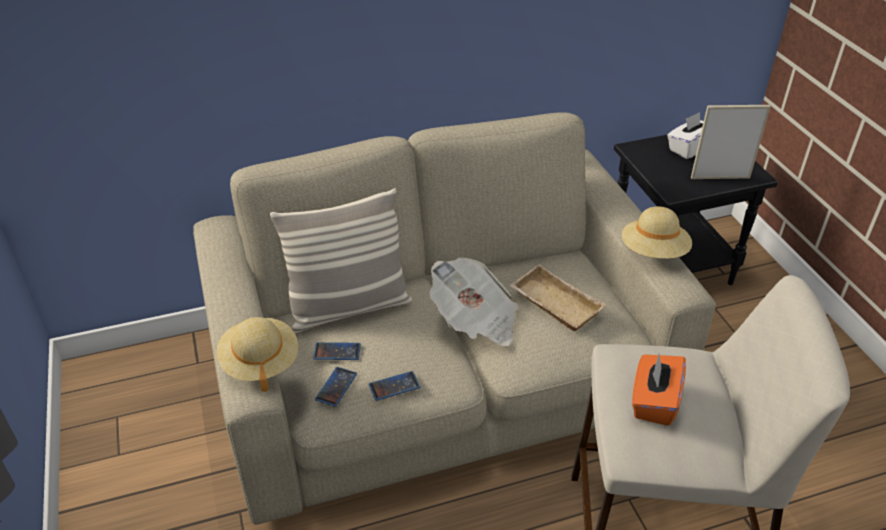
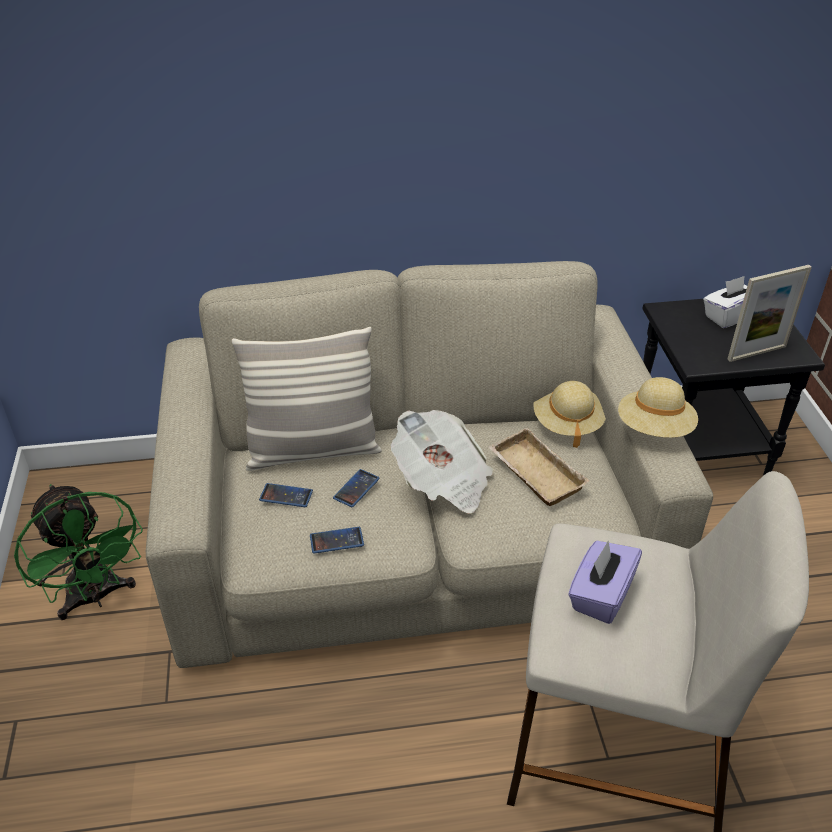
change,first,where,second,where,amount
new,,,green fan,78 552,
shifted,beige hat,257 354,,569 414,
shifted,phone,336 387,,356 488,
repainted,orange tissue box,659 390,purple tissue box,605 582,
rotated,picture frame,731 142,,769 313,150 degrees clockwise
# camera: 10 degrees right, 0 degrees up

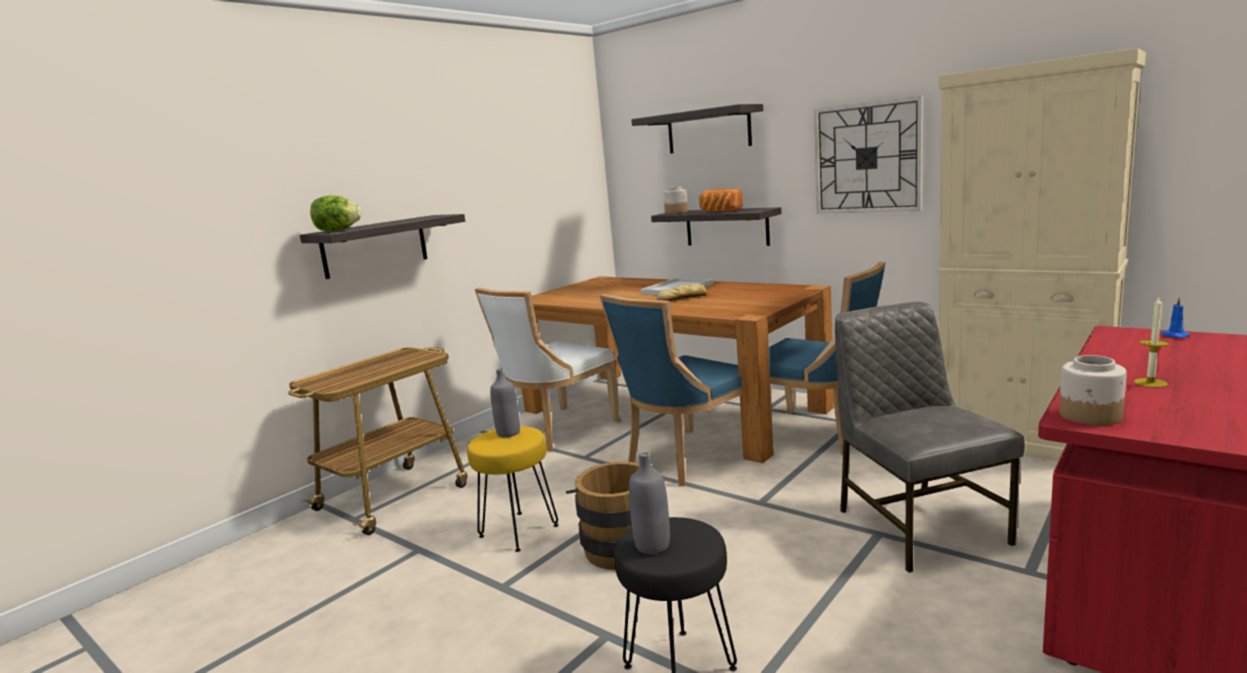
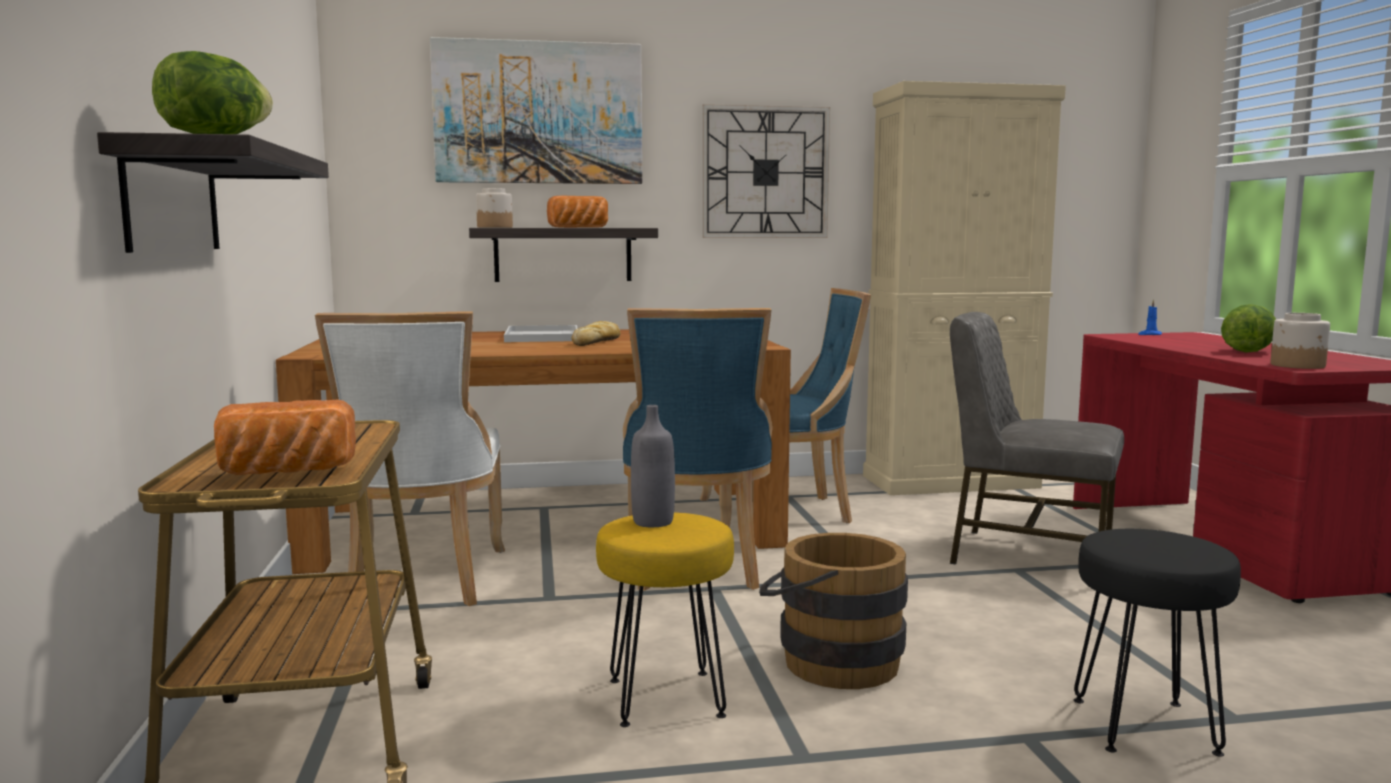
change,first,where,second,where,amount
gone,grey bottle,649 503,,,
new,,,bread,285 437,
swapped,shelf,697 129,picture,536 110,
swapped,candle,1151 342,lettuce,1248 328,
# camera: 50 degrees left, 5 degrees down

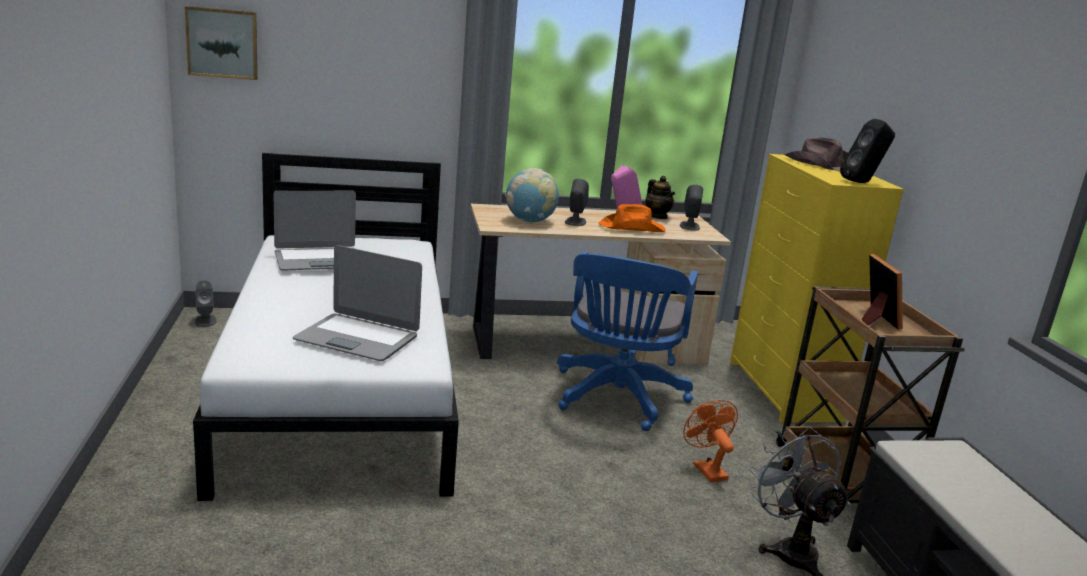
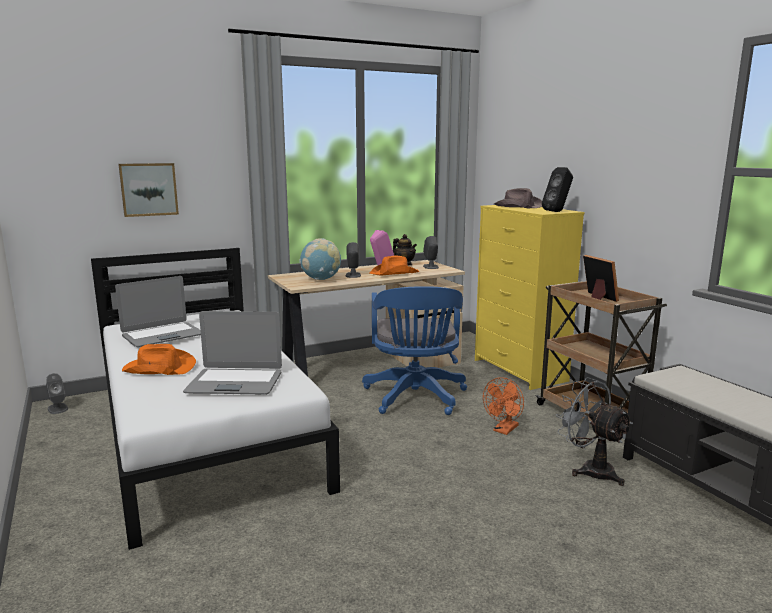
change,first,where,second,where,amount
new,,,orange hat,159 359,
shifted,picture,221 43,,148 190,
rotated,orange fan,710 441,,503 406,105 degrees counterclockwise
# camera: 15 degrees left, 5 degrees down

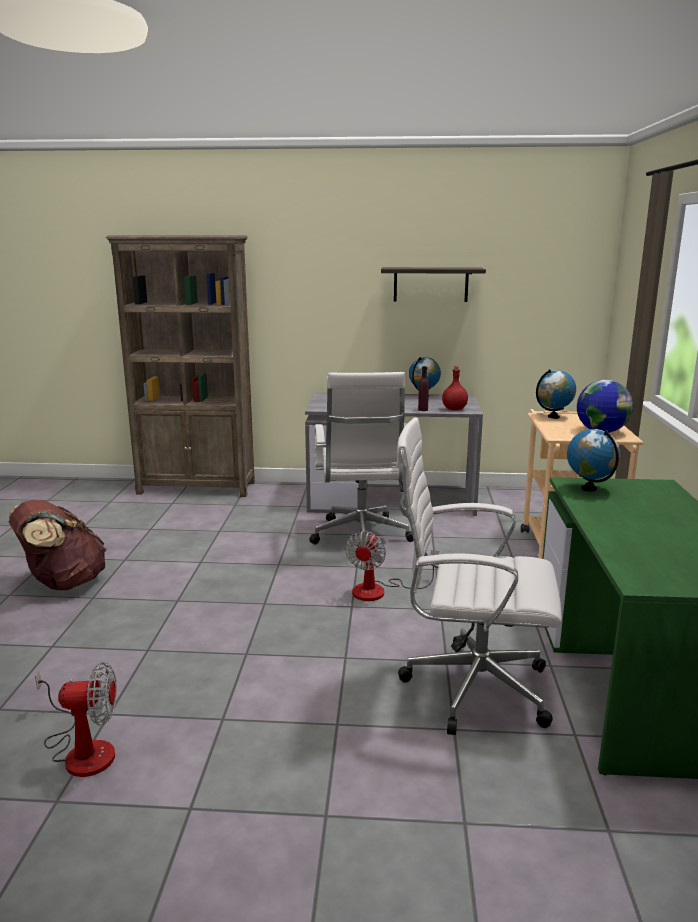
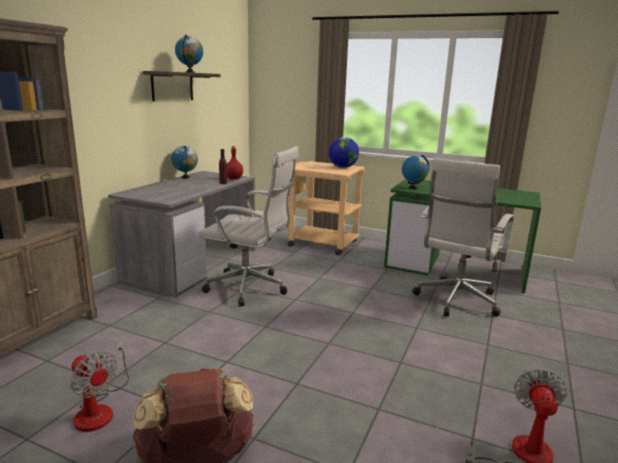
change,first,where,second,where,amount
shifted,fan,392 566,,99 386,
shifted,globe,556 394,,189 53,
# camera: 70 degrees left, 0 degrees up

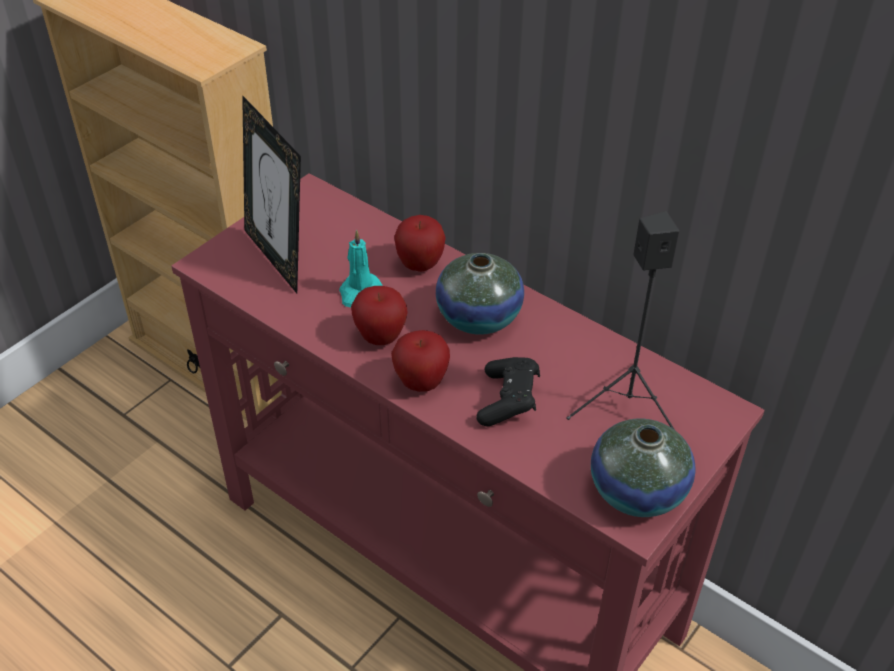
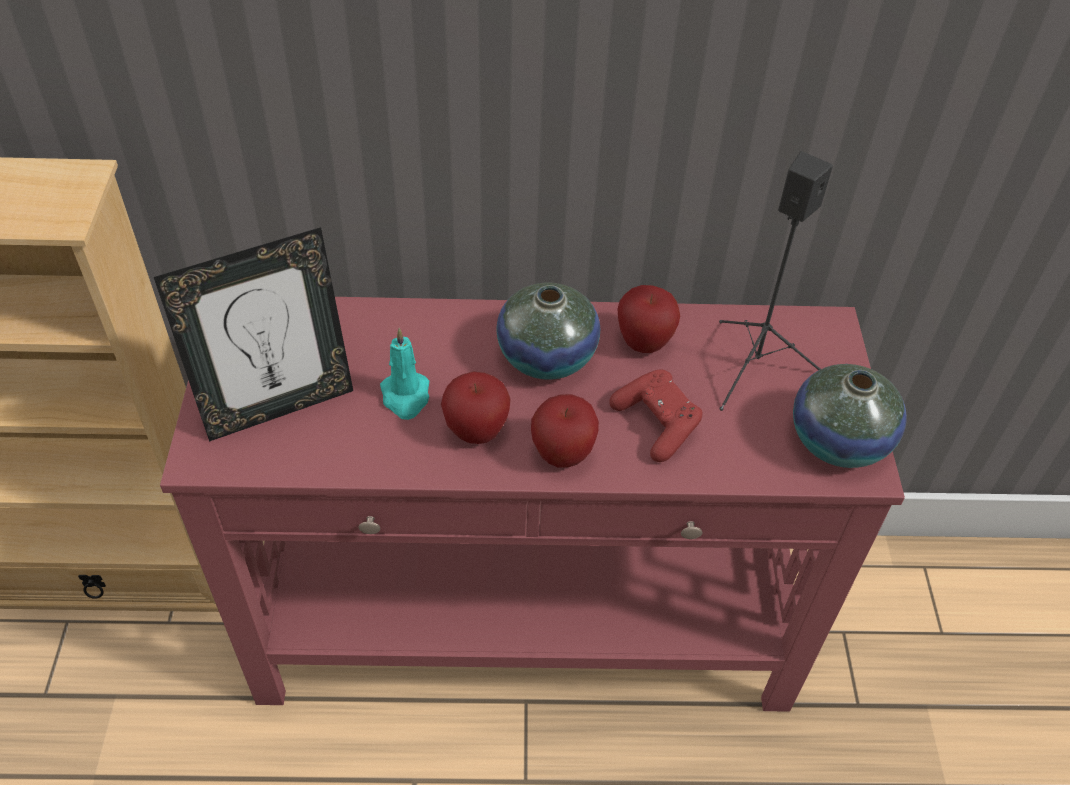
change,first,where,second,where,amount
shifted,apple,420 243,,648 319,
repainted,black game controller,508 391,red game controller,655 416,
rotated,picture frame,271 194,,253 334,45 degrees counterclockwise
# camera: 40 degrees left, 5 degrees up

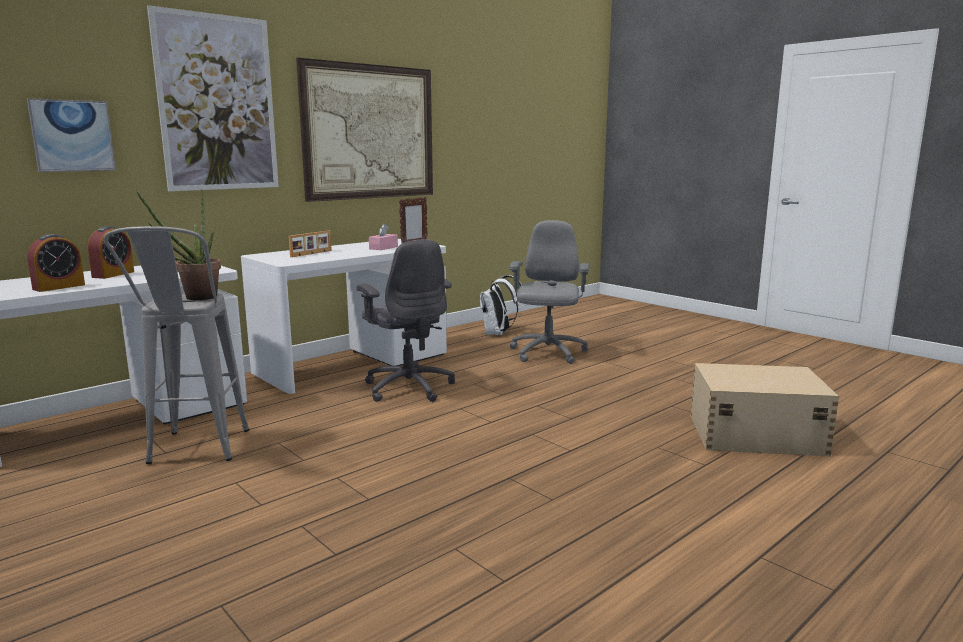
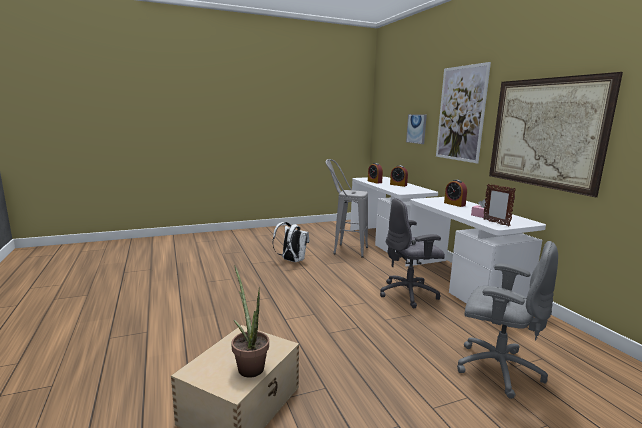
change,first,where,second,where,amount
shifted,potted plant,178 245,,250 321,
shifted,white backpack,503 305,,290 242,
swapped,picture frame,310 243,alarm clock,455 193,
# camera: 110 degrees right, 0 degrees up

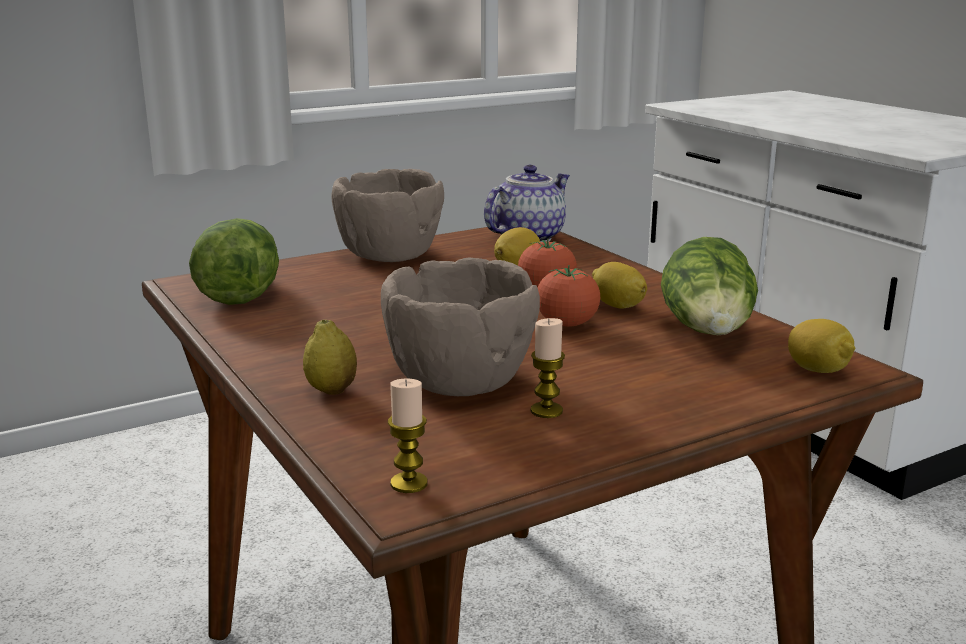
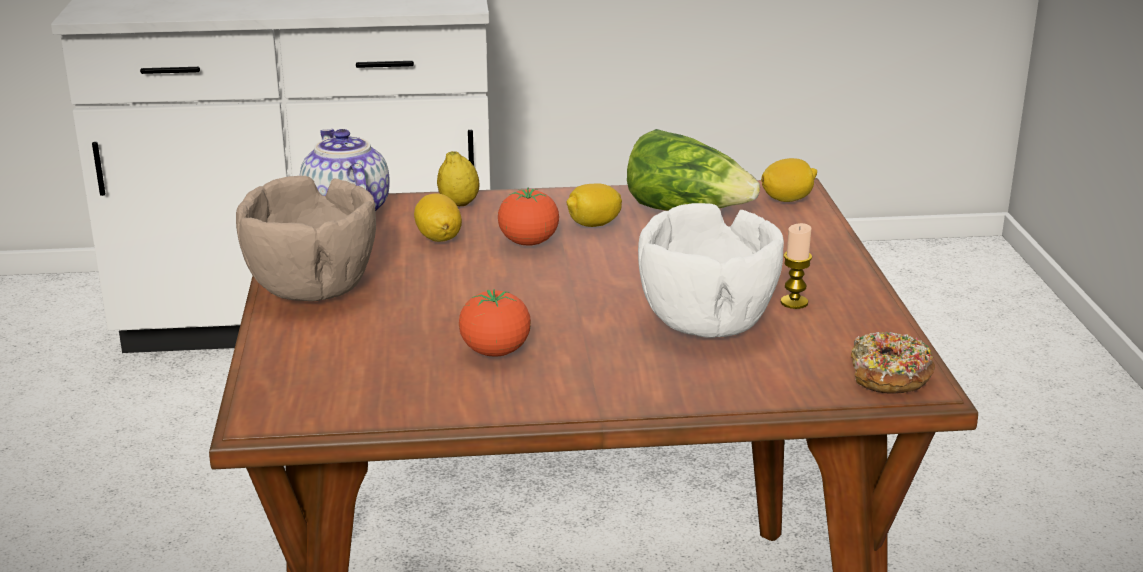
change,first,where,second,where,amount
gone,lettuce,234 261,,,
shifted,lemon,330 357,,458 178,
shifted,tomato,569 296,,495 323,
swapped,candle,408 436,donut,893 363,
repainted,brown bowl,460 326,white bowl,711 270,
# camera: 65 degrees left, 5 degrees up

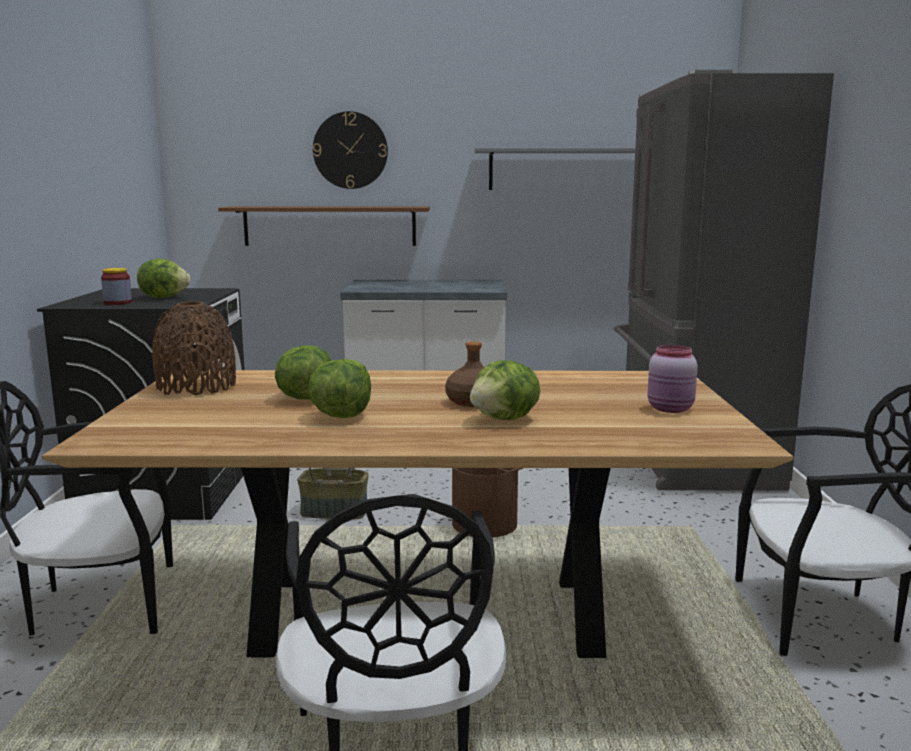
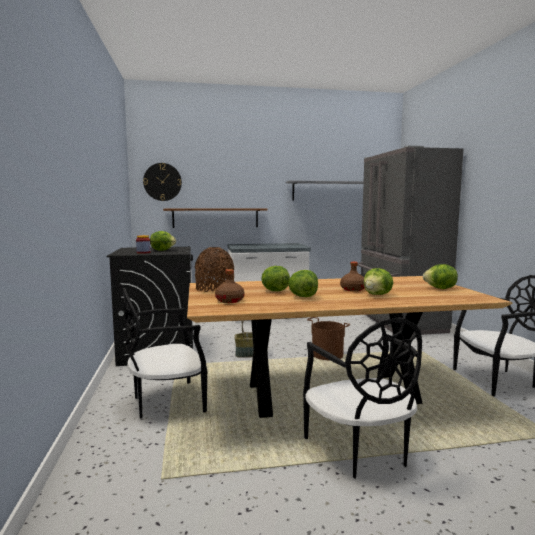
change,first,where,second,where,amount
new,,,brown bottle,230 286,
shifted,wall clock,350 150,,162 182,
swapped,pink jar,672 379,lettuce,440 276,
# camera: 10 degrees left, 5 degrees down

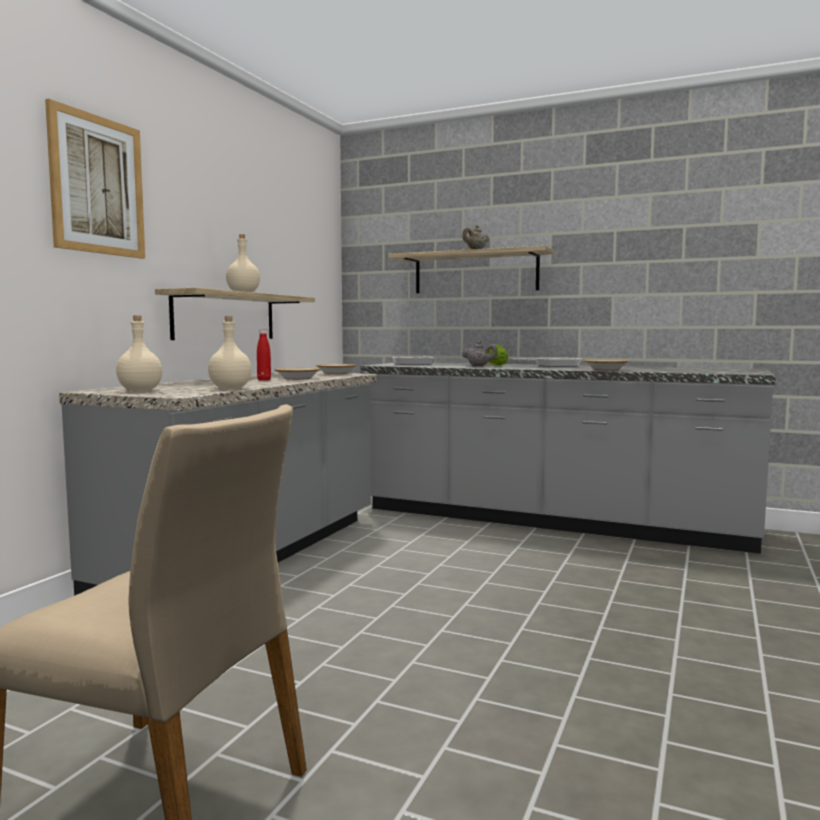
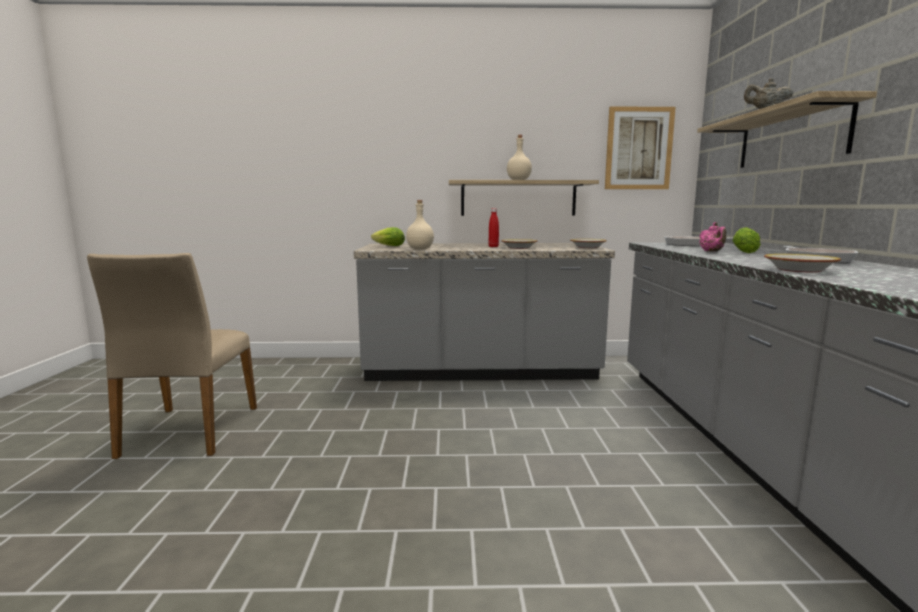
change,first,where,second,where,amount
shifted,picture,95 179,,640 147,
swapped,beige bottle,139 353,lettuce,388 236,
repainted,grey teapot,479 353,pink teapot,712 237,
# camera: 65 degrees right, 5 degrees up

